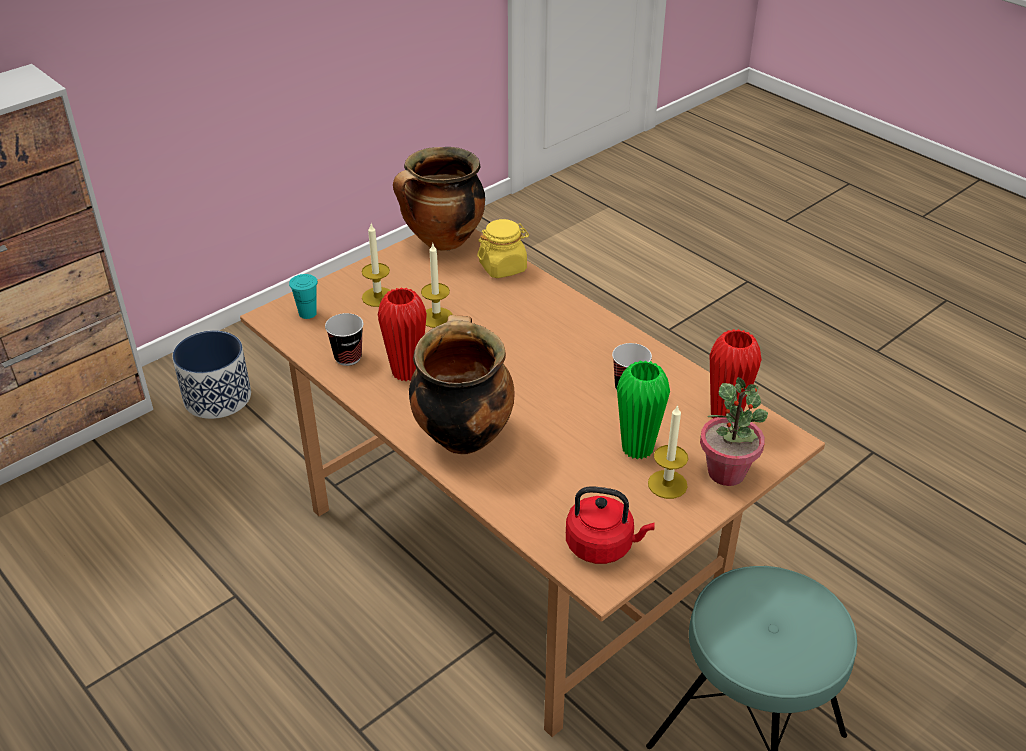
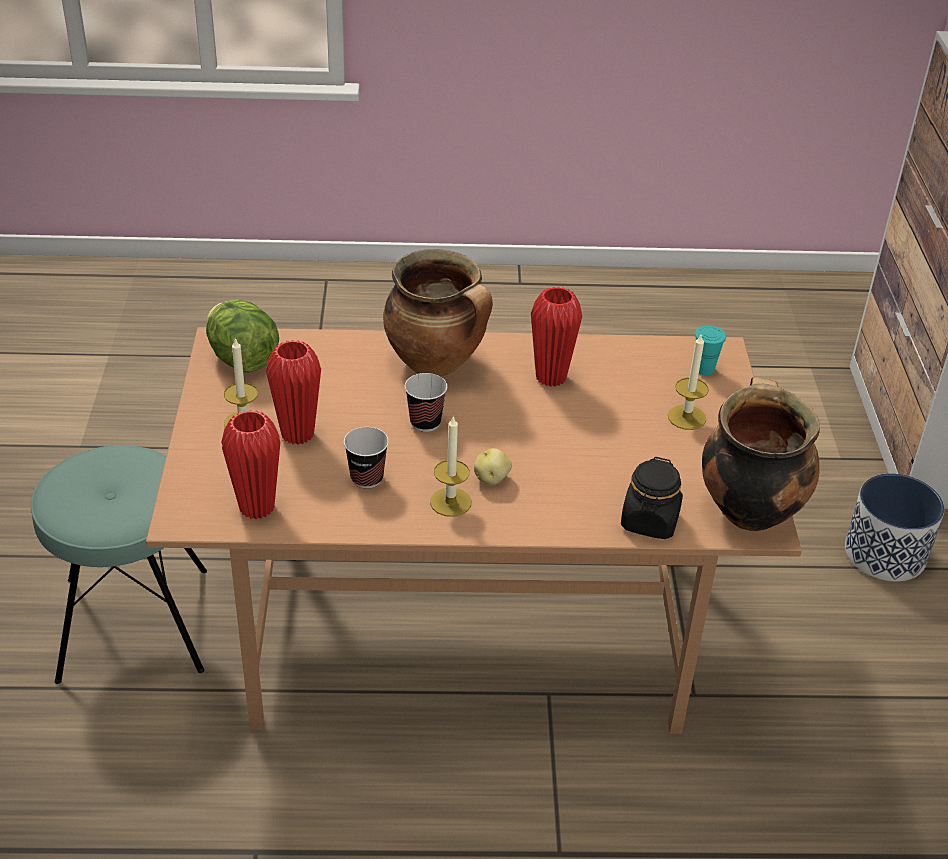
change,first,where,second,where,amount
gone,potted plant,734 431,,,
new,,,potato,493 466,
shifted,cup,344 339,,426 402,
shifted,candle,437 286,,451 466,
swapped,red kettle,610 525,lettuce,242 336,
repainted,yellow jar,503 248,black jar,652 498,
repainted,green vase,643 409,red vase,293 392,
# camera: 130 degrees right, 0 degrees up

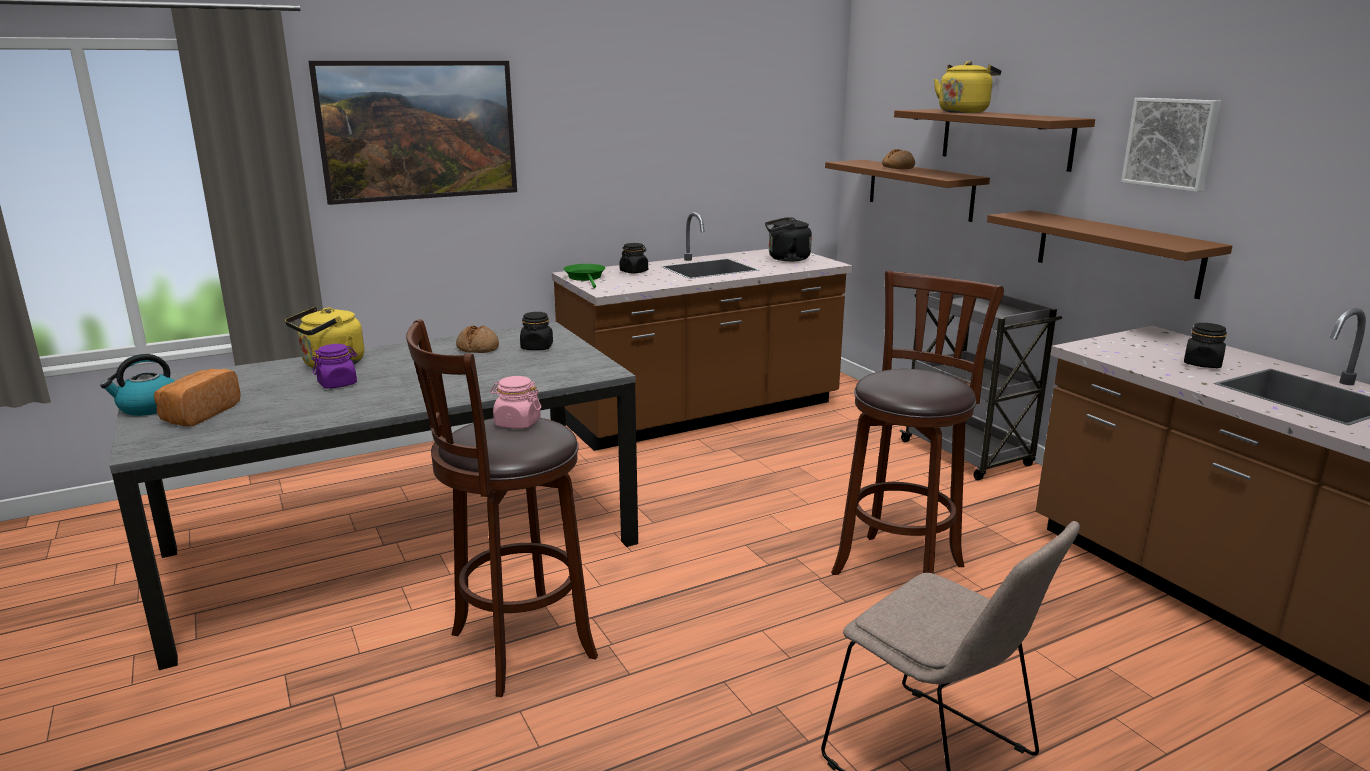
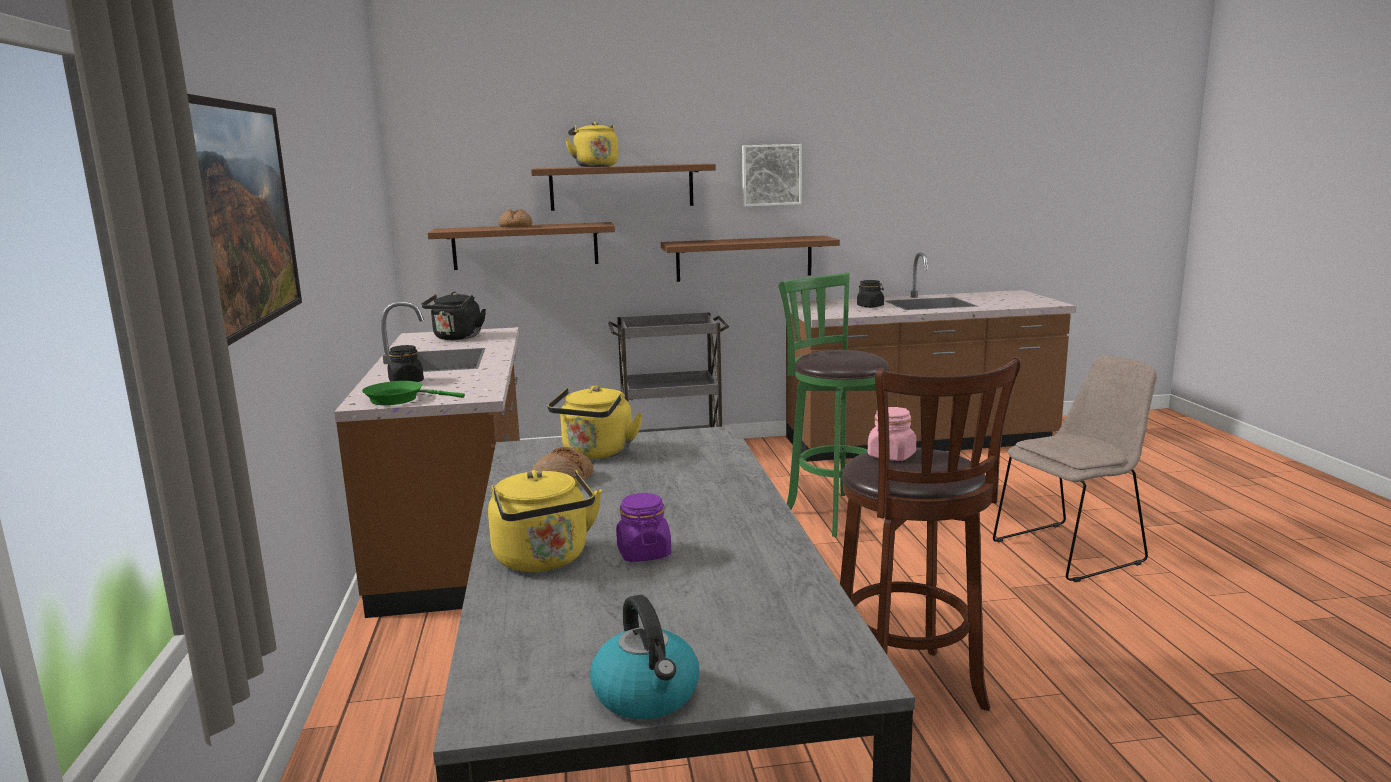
change,first,where,second,where,amount
gone,bread,197 397,,,
swapped,black jar,536 331,yellow kettle,595 422,
repainted,brown stool,917 423,green stool,834 404,
# camera: 70 degrees left, 5 degrees down

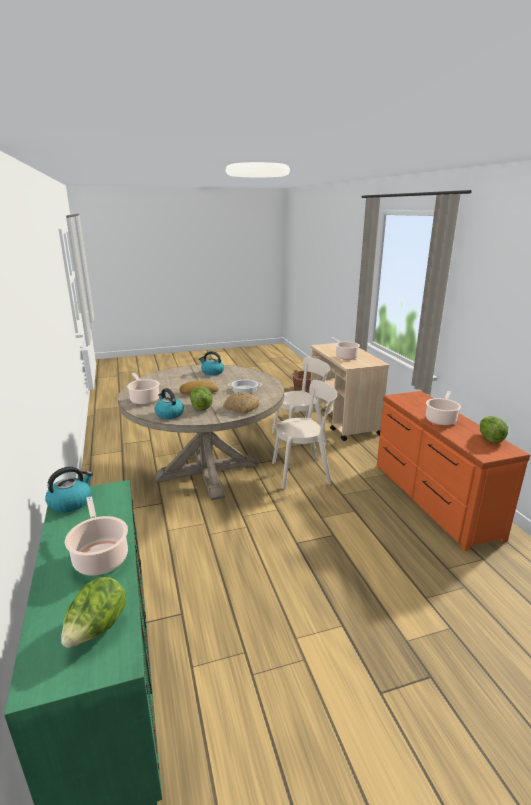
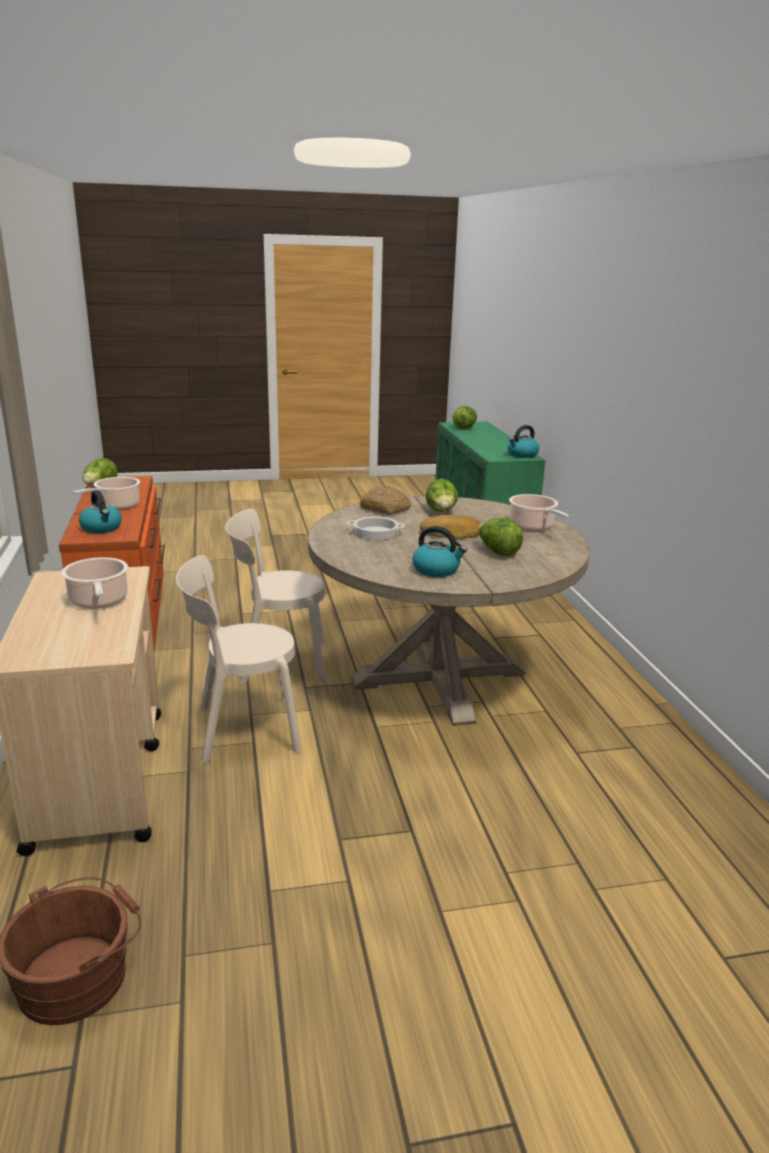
change,first,where,second,where,amount
gone,cooking pot,96 536,,,
new,,,lettuce,500 537,
shifted,kettle,169 403,,100 511,
# camera: 175 degrees left, 0 degrees up

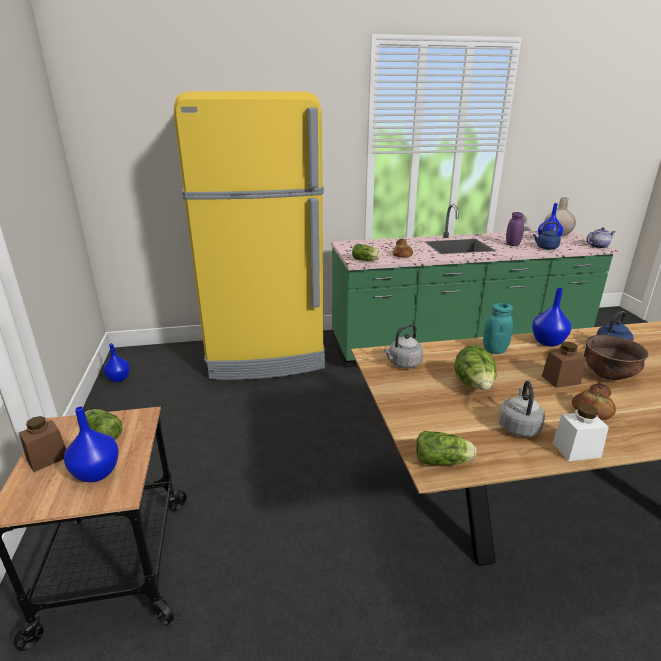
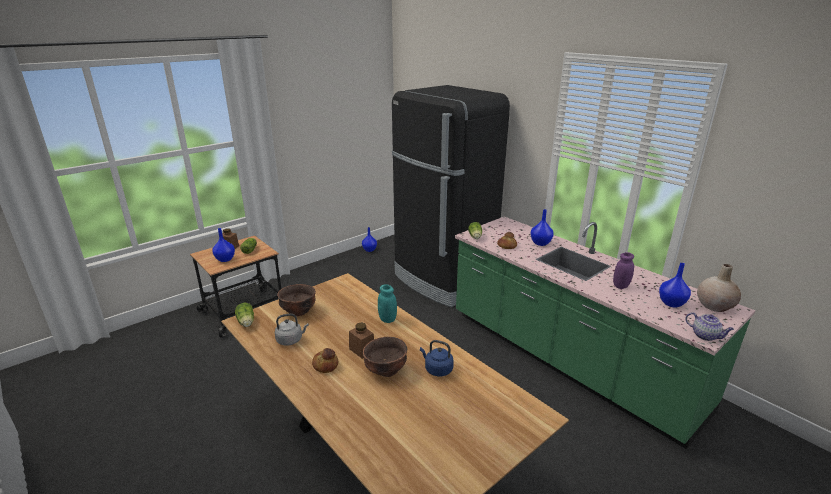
change,first,where,second,where,amount
gone,grey kettle,403 346,,,
gone,lettuce,475 367,,,
gone,blue kettle,547 236,,,
gone,white jar,581 432,,,
new,,,brown bowl,296 300,
shifted,blue vase,551 317,,542 227,
repainted,yellow fridge,249 235,black fridge,451 196,
# camera: 60 degrees right, 0 degrees up

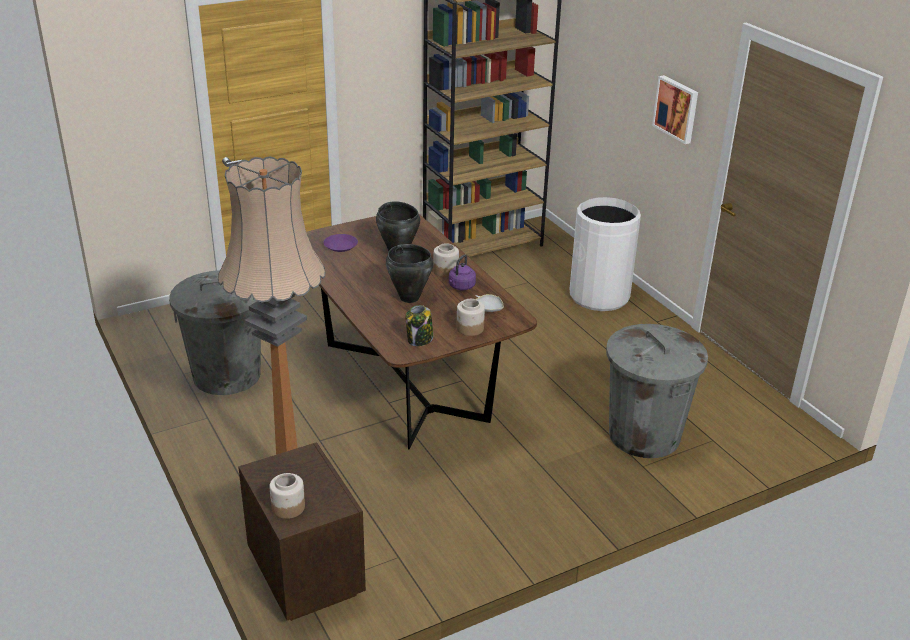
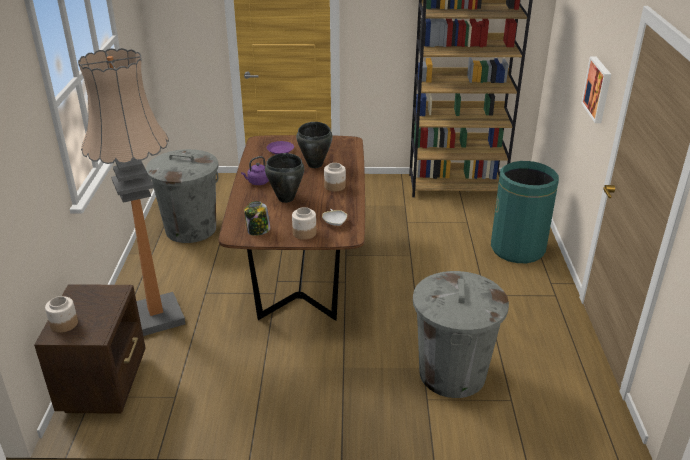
change,first,where,second,where,amount
shifted,purple kettle,462 272,,255 170,
repainted,white trash can,605 254,green trash can,525 212,
# camera: 30 degrees right, 0 degrees up

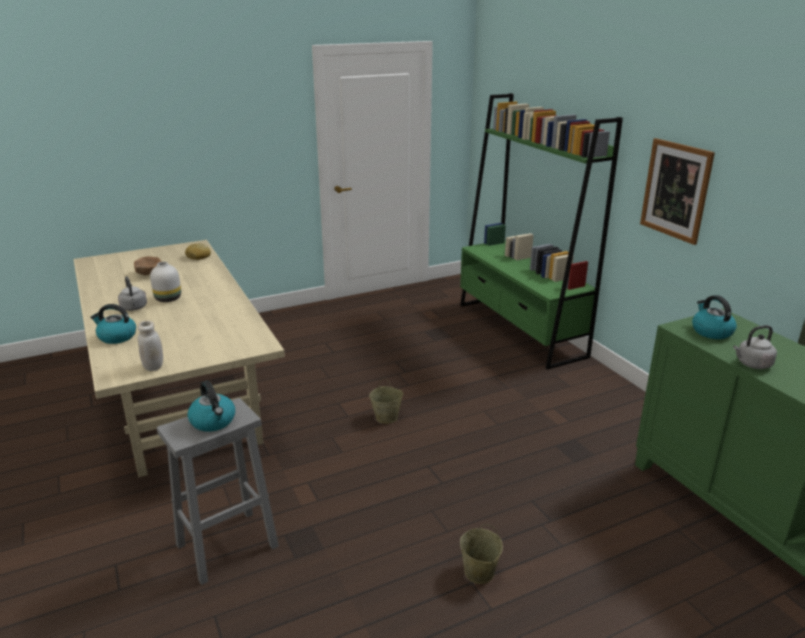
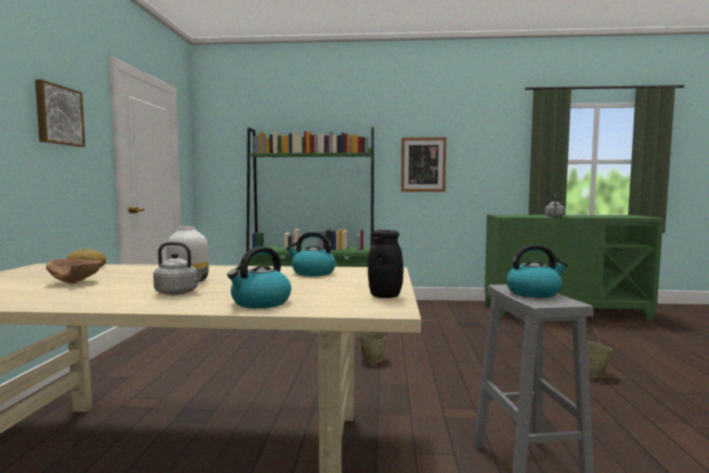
change,first,where,second,where,amount
new,,,picture,60 113,
shifted,kettle,714 317,,311 254,
repainted,white jar,150 346,black jar,385 264,
# camera: 60 degrees left, 20 degrees down

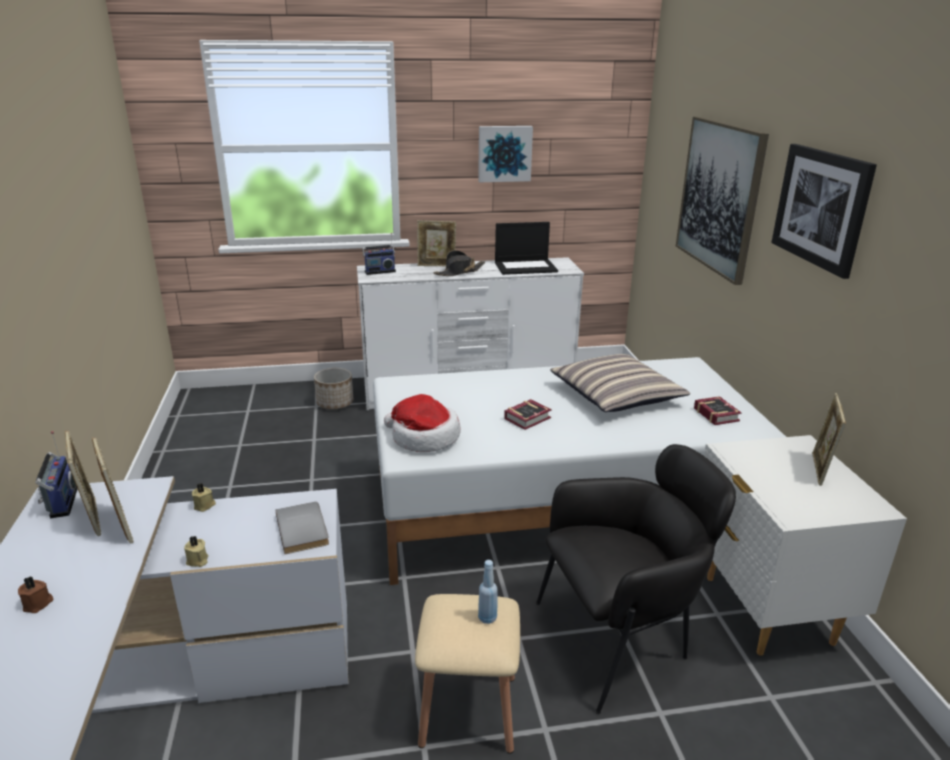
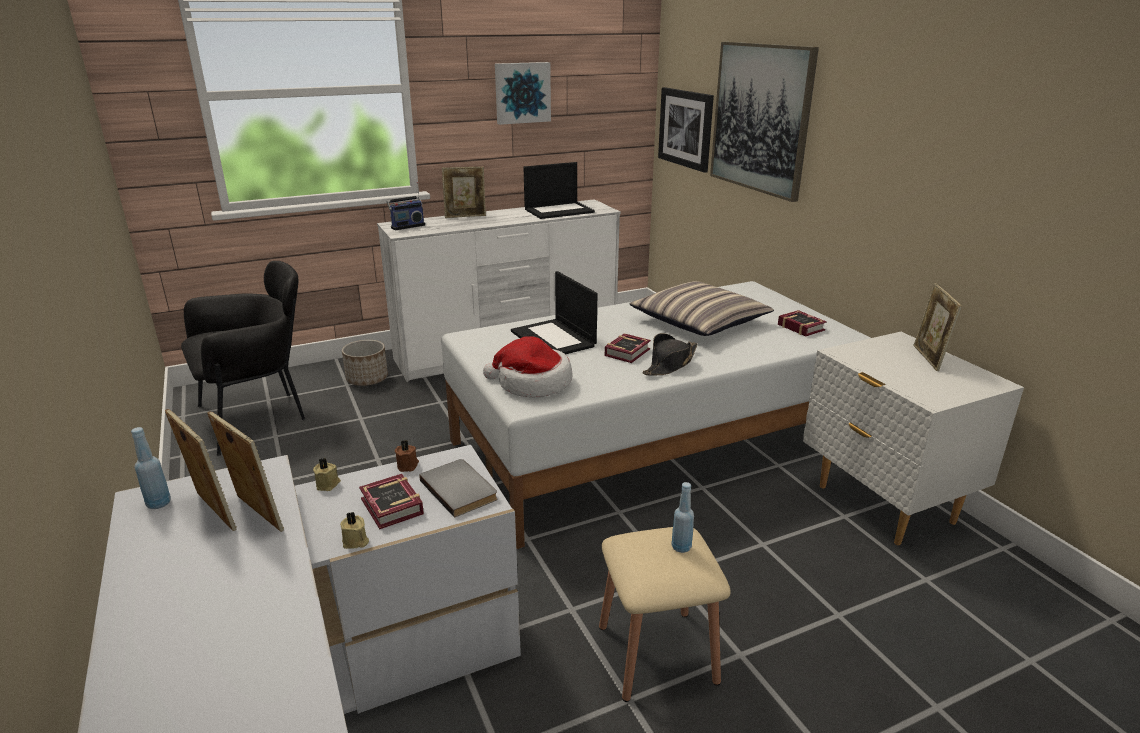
change,first,where,second,where,amount
new,,,book,391 501,
new,,,laptop,554 312,
shifted,brown candle,35 595,,407 456,
shifted,black hat,459 263,,670 354,
shifted,black armchair,636 579,,243 358,
shifted,picture,824 211,,686 130,
swapped,radio,56 474,blue bottle,151 468,
# camera: 15 degrees left, 0 degrees up

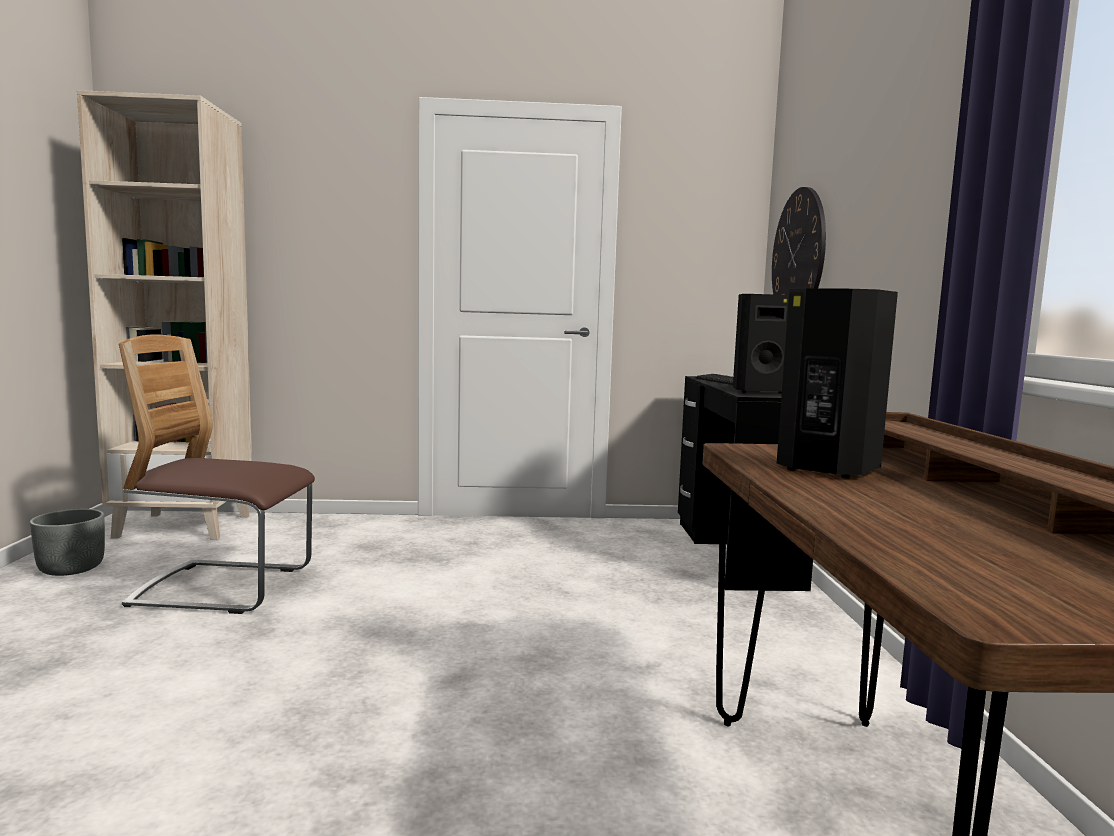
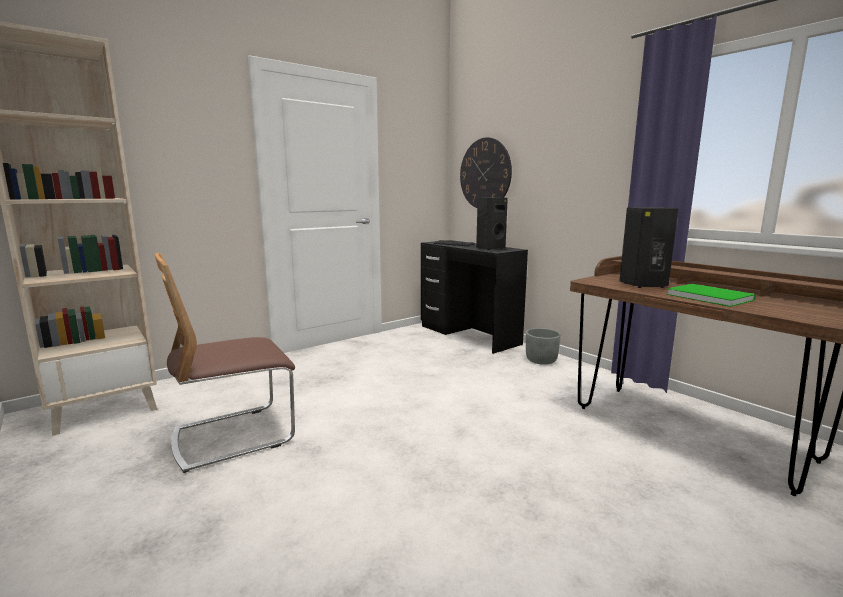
change,first,where,second,where,amount
new,,,green book,711 295,
shifted,grey planter,67 542,,543 346,
# camera: 35 degrees left, 5 degrees up

